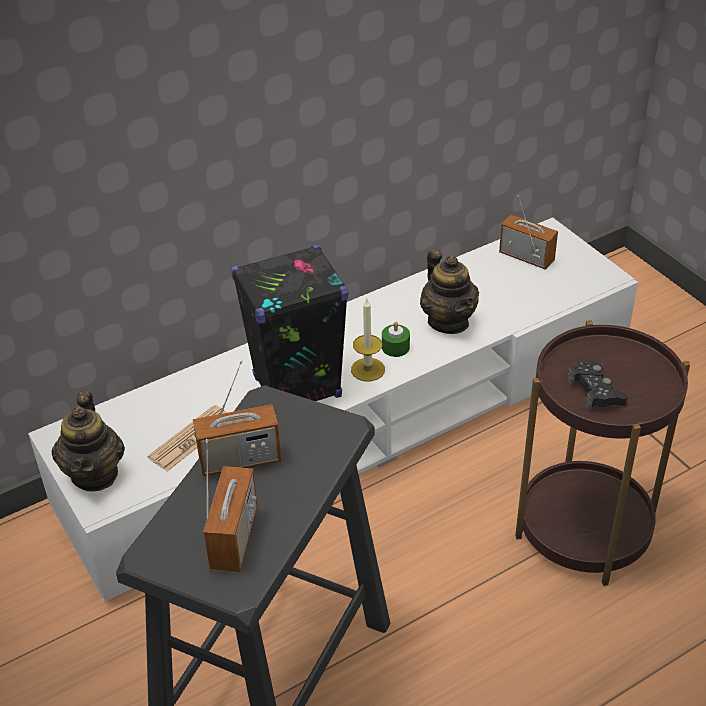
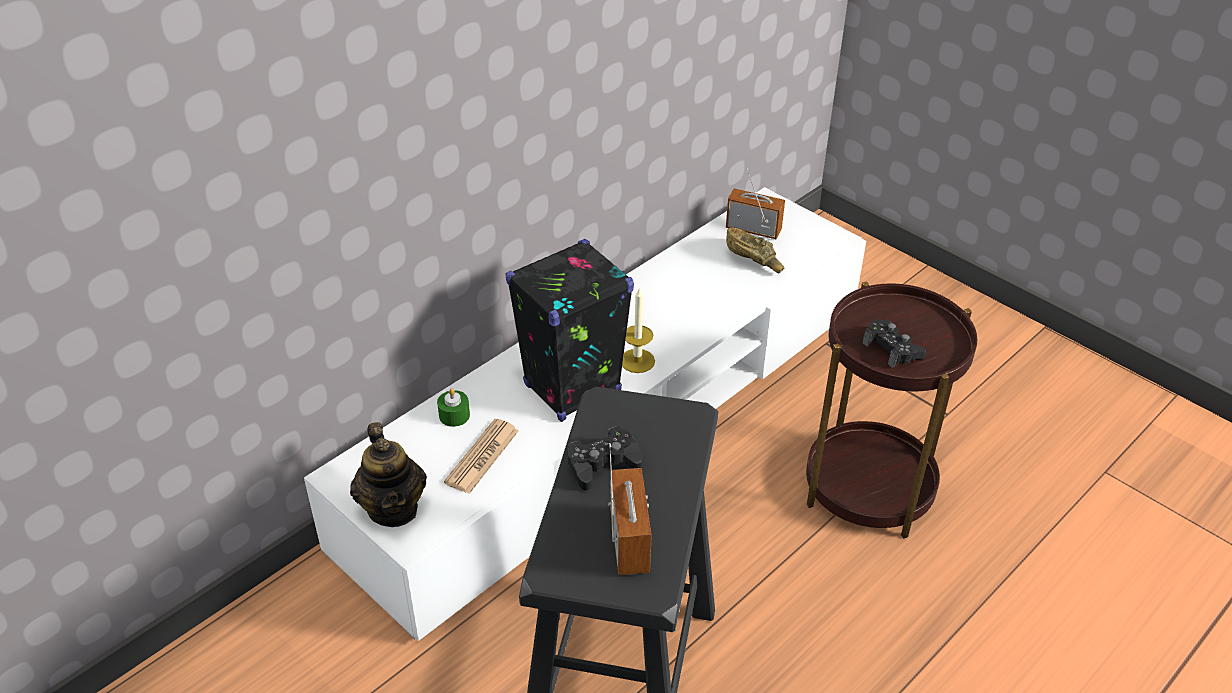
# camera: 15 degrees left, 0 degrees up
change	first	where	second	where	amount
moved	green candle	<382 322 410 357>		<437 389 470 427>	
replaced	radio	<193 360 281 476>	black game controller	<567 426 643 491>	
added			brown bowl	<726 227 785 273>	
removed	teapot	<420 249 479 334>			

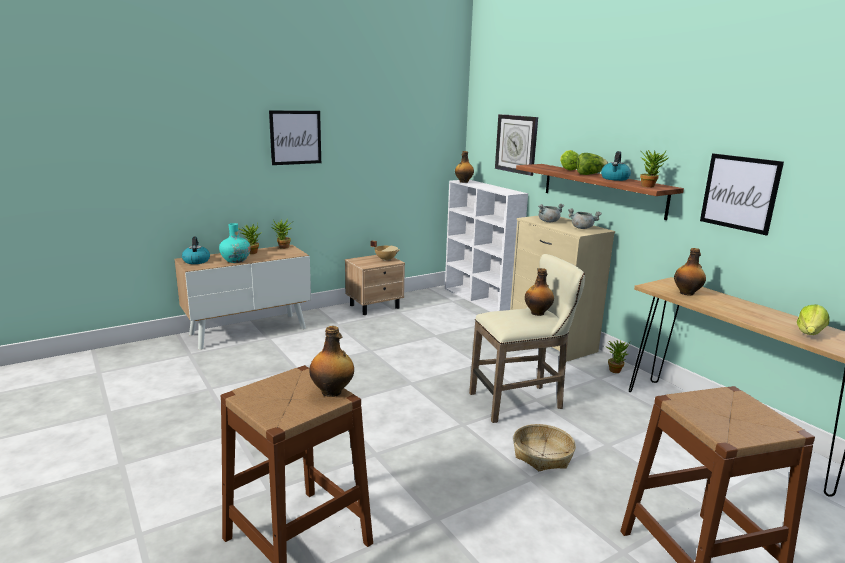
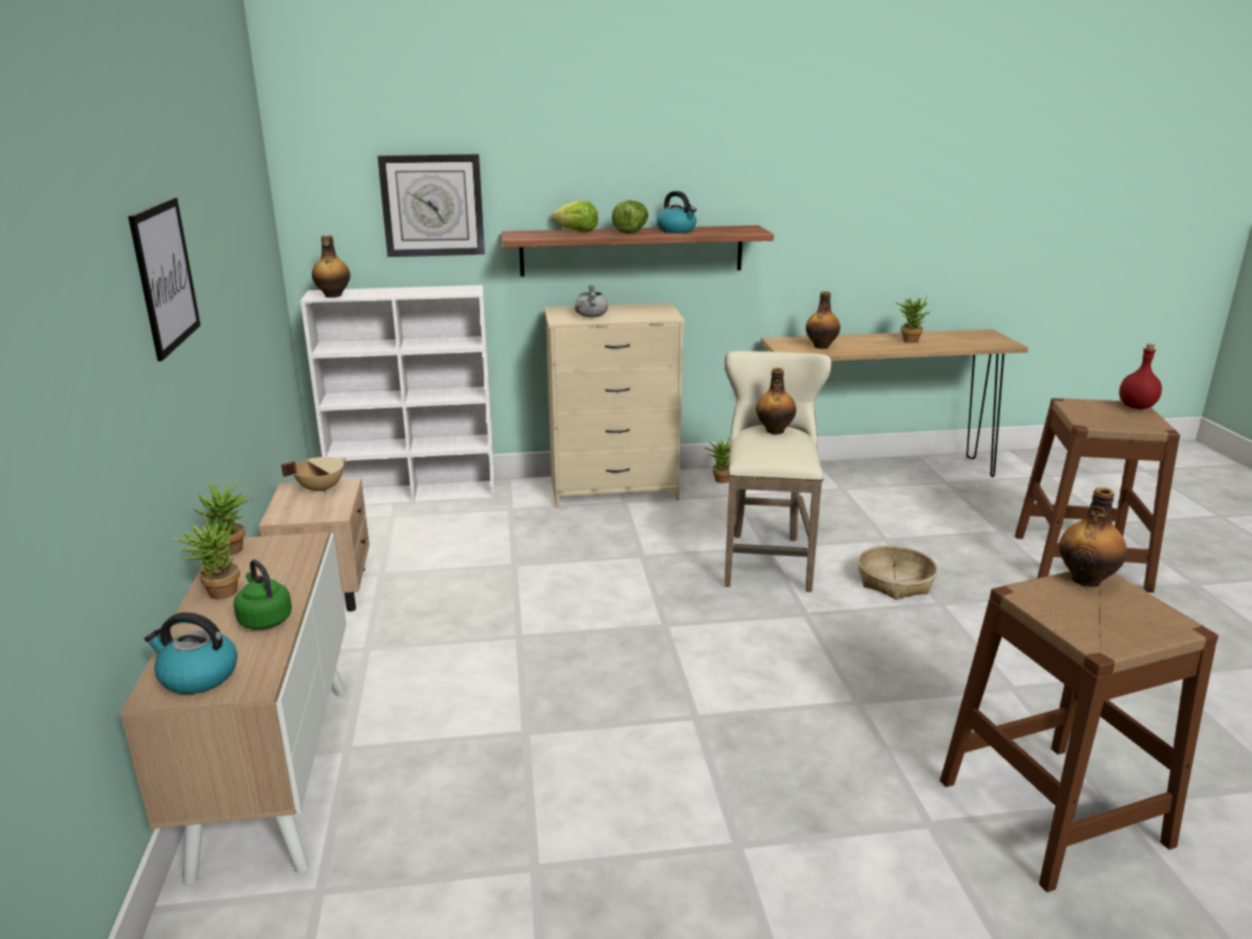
# camera: 65 degrees left, 5 degrees up
change	first	where	second	where	amount
replaced	turquoise vase	<219 223 251 263>	green kettle	<233 559 292 630>	
moved	potted plant	<640 150 668 187>		<895 296 931 343>	
added			red bottle	<1119 344 1162 409>	
removed	grey cooking pot	<568 208 602 229>			
removed	picture	<700 154 784 236>			
removed	lettuce	<797 304 829 335>			

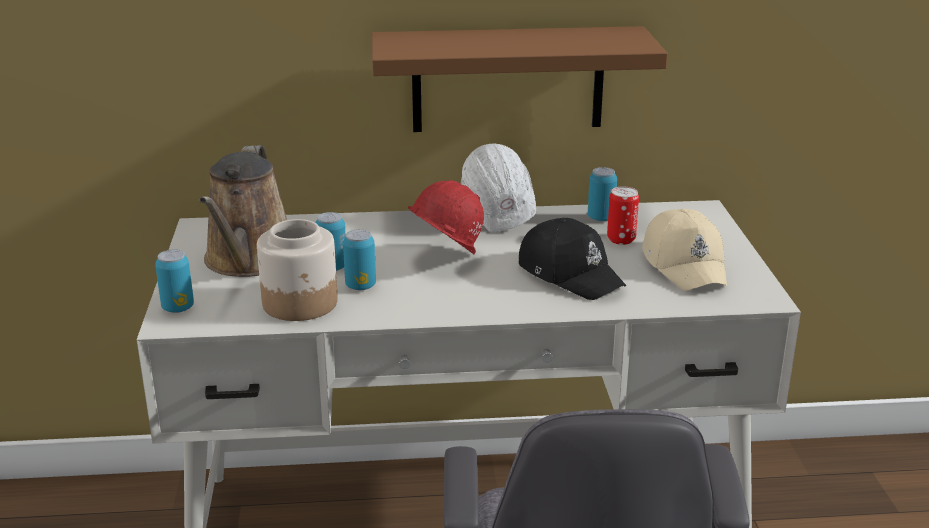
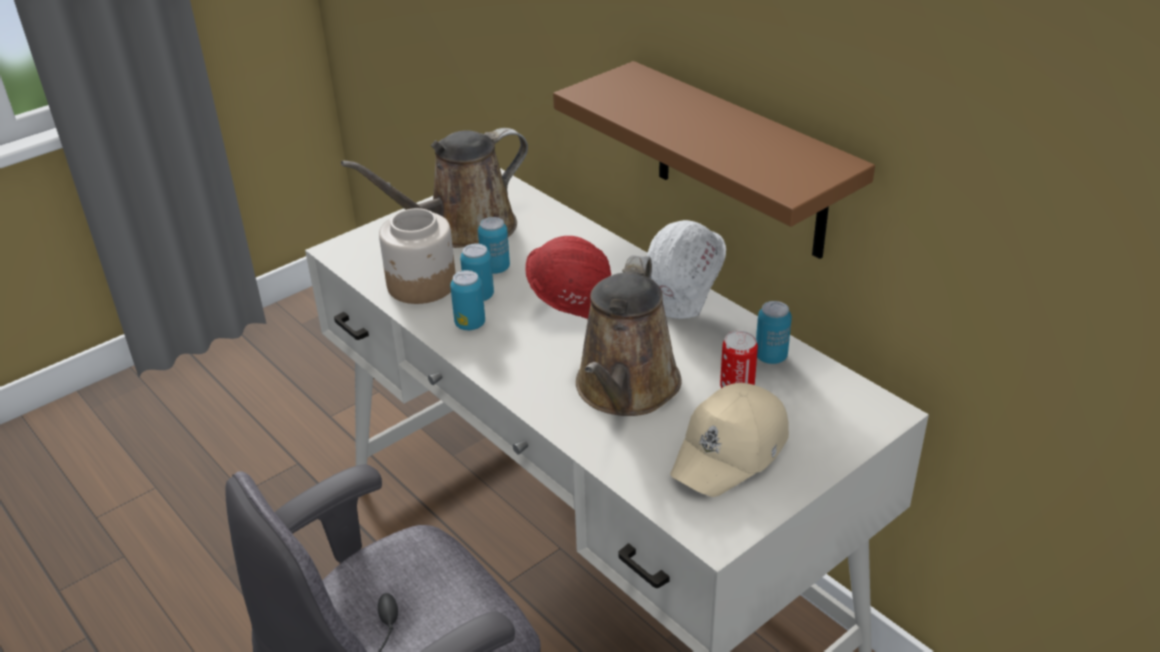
# camera: 55 degrees right, 10 degrees up
change	first	where	second	where	amount
moved	can	<155 249 194 313>		<450 270 485 330>	
replaced	black cap	<519 218 627 300>	brown watering can	<576 255 682 416>	

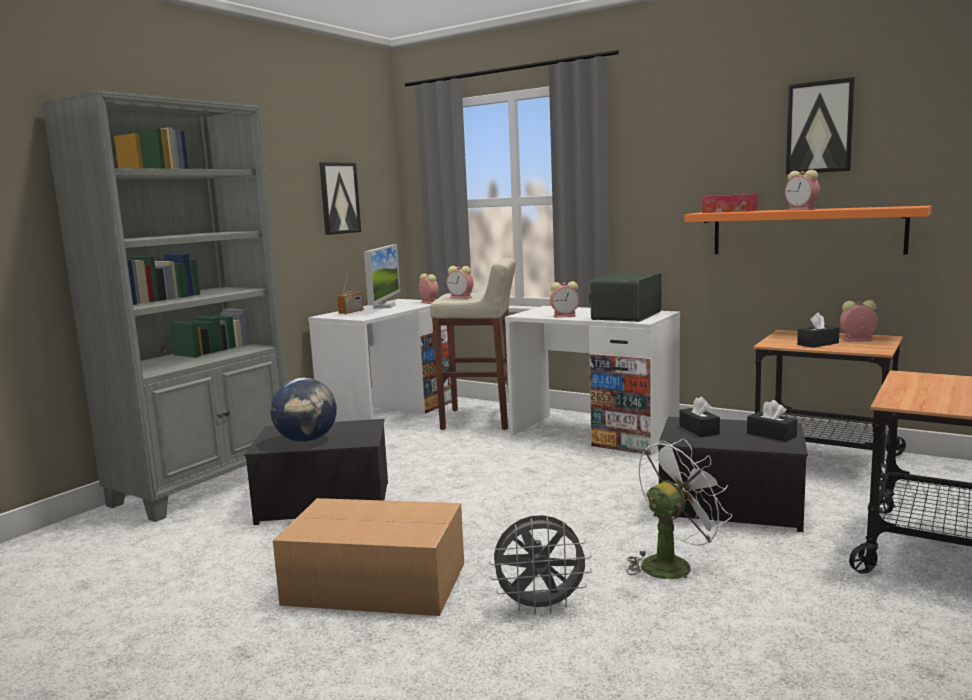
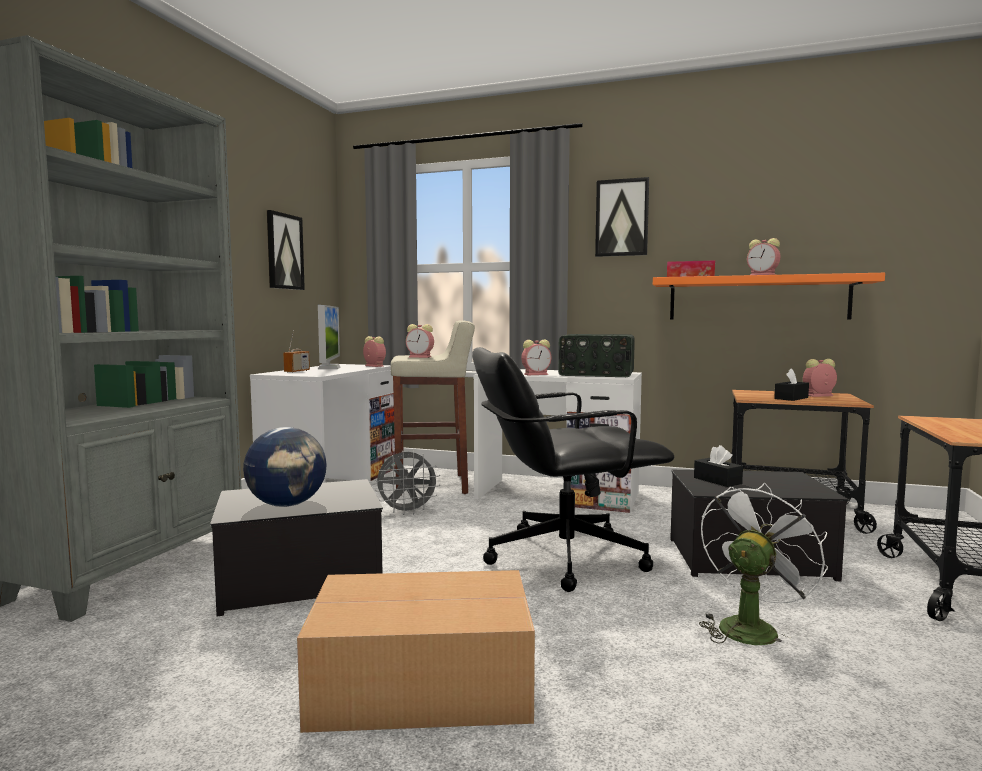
# camera: 15 degrees left, 5 degrees down
change	first	where	second	where	amount
moved	grey fan	<489 515 592 615>		<375 450 440 515>	
added			black office chair	<472 347 674 592>	
turned	radio	<589 273 661 322>		<558 334 635 377>	90 degrees counterclockwise
moved	picture	<786 77 855 174>		<595 177 649 257>	
removed	black tissue box	<747 400 797 442>			

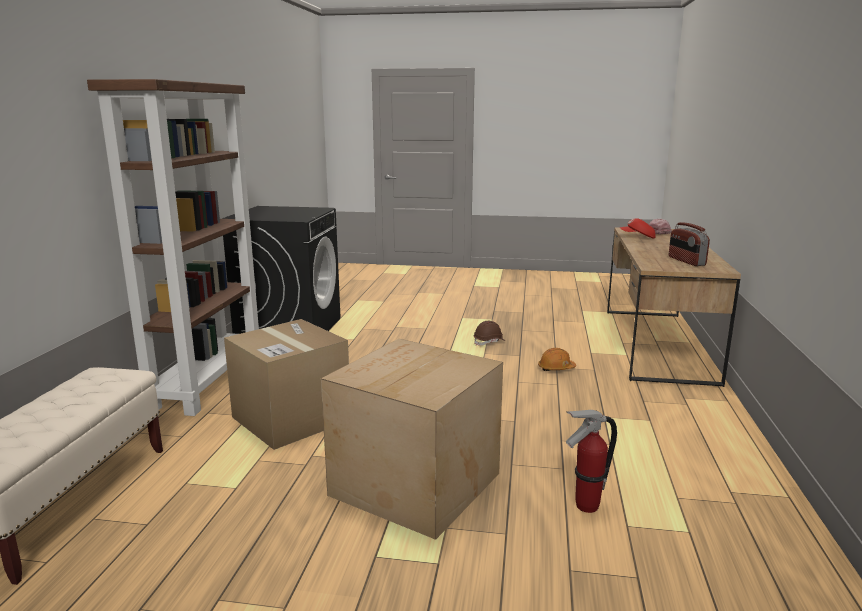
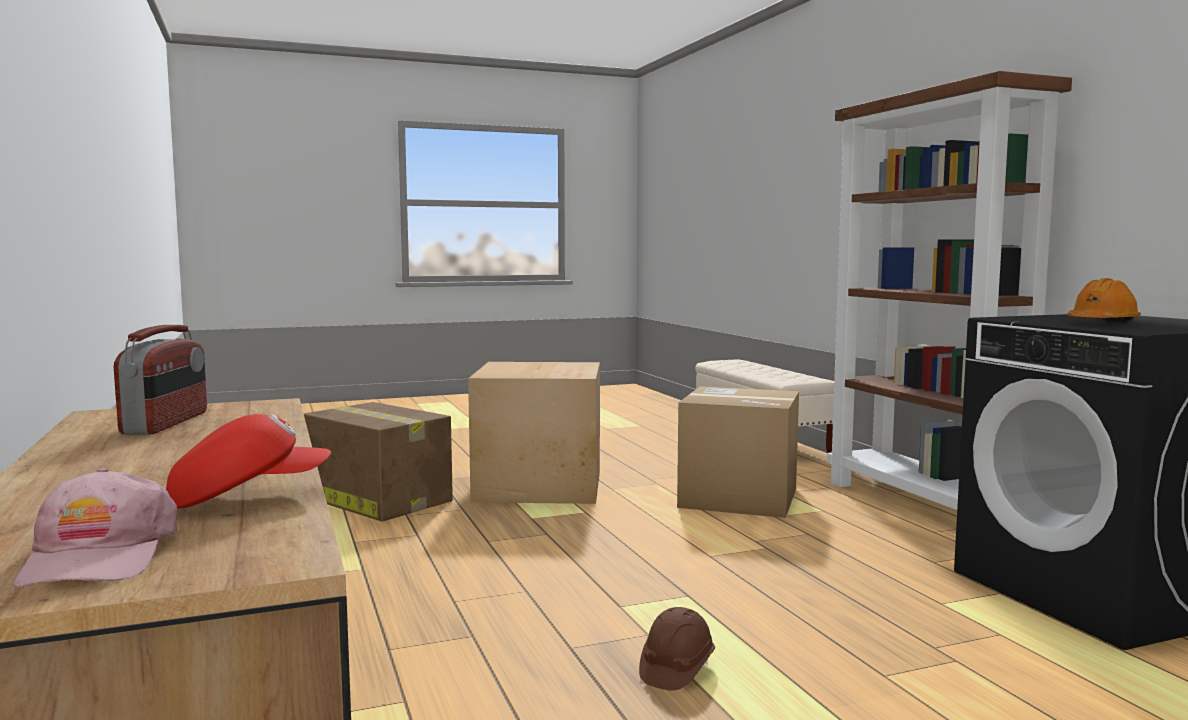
# camera: 150 degrees right, 10 degrees down
change	first	where	second	where	amount
turned	radio	<669 222 710 266>		<114 325 207 435>	45 degrees clockwise
replaced	fire extinguisher	<566 410 617 513>	cardboard box	<303 402 453 522>	
moved	orange hard hat	<538 348 576 371>		<1067 278 1141 323>	

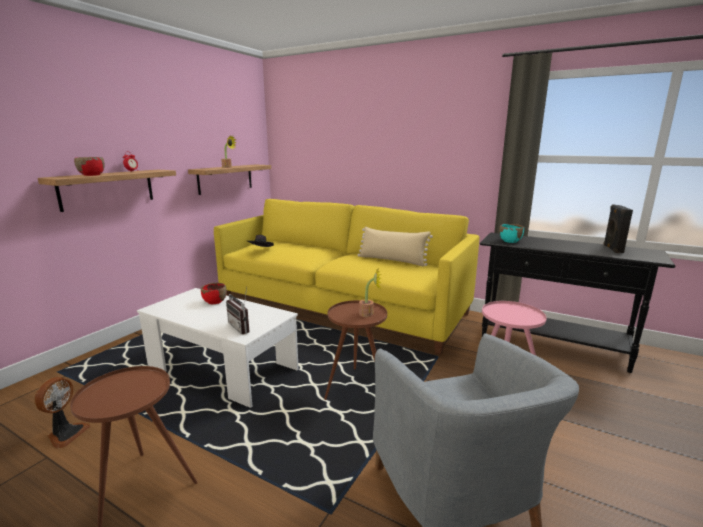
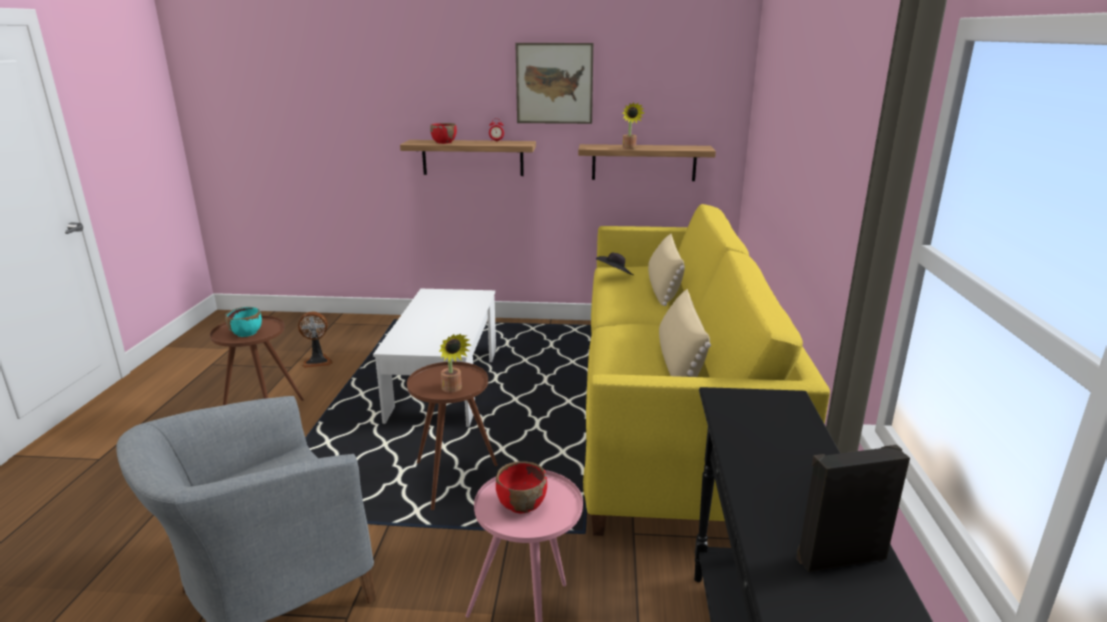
# camera: 65 degrees right, 5 degrees up
change	first	where	second	where	amount
moved	turquoise bowl	<499 224 524 243>		<225 307 262 337>	
moved	red bowl	<201 282 227 304>		<496 462 547 513>	
added			picture	<515 43 593 124>	
added			beige pillow	<648 234 685 306>	
removed	radio	<226 287 249 334>			

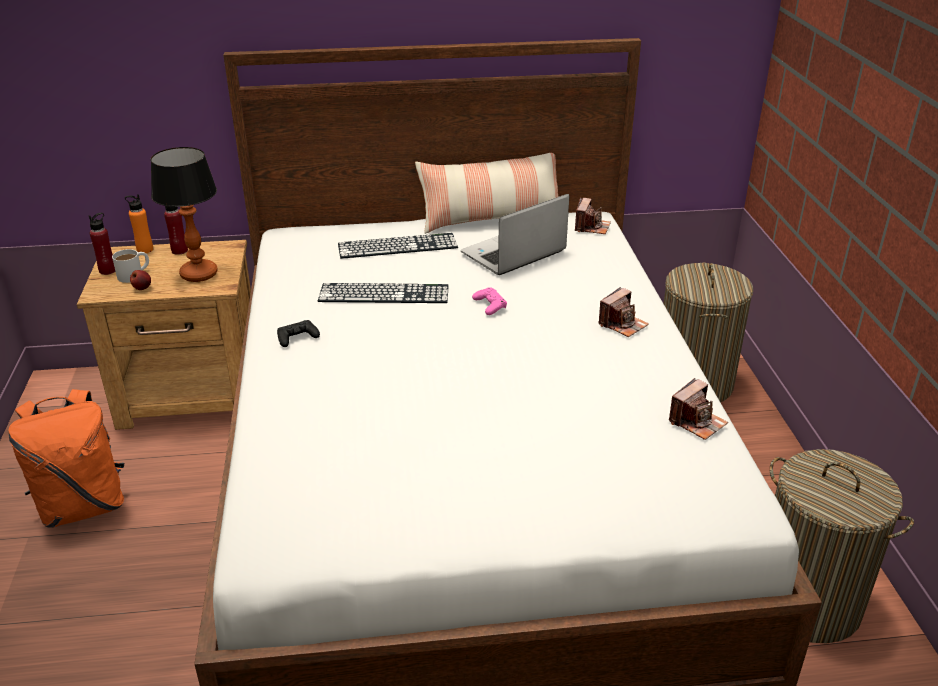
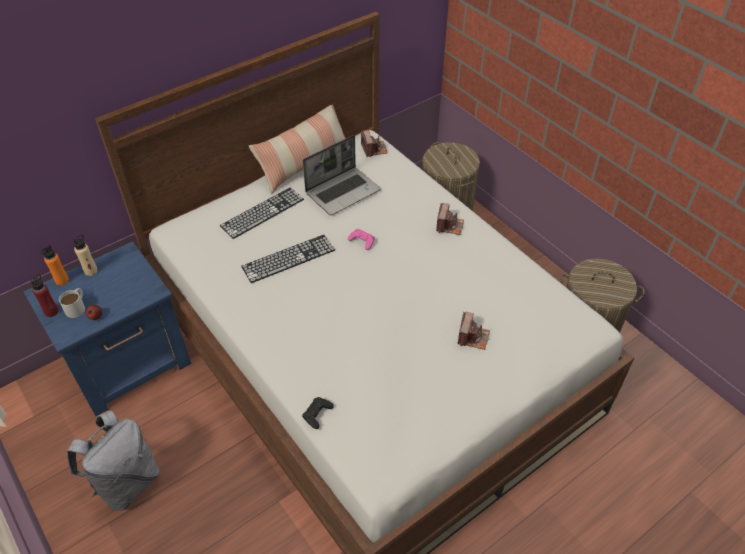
# camera: 30 degrees left, 15 degrees up
change	first	where	second	where	amount
recoloured	brown nightstand	<77 240 251 430>	blue nightstand	<23 241 191 416>	
recoloured	orange backpack	<8 389 124 528>	grey backpack	<67 410 160 511>	
recoloured	red bottle	<164 206 188 255>	beige bottle	<73 234 98 276>	
moved	black game controller	<277 320 320 347>		<302 397 334 429>	
turned	laptop	<461 194 569 275>		<303 135 381 215>	150 degrees counterclockwise
moved	photo camera	<669 378 728 440>		<458 312 490 350>	
removed	table lamp	<151 147 218 282>			

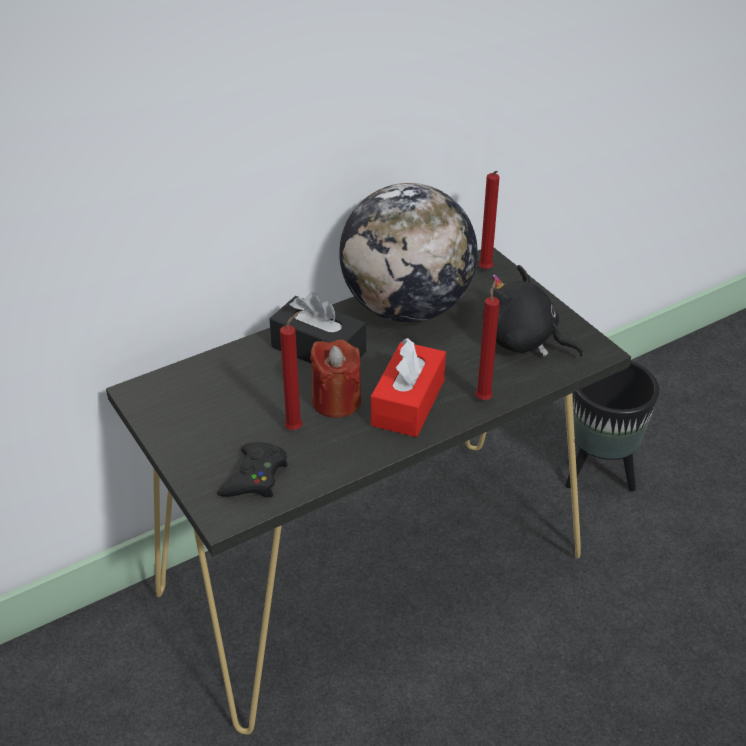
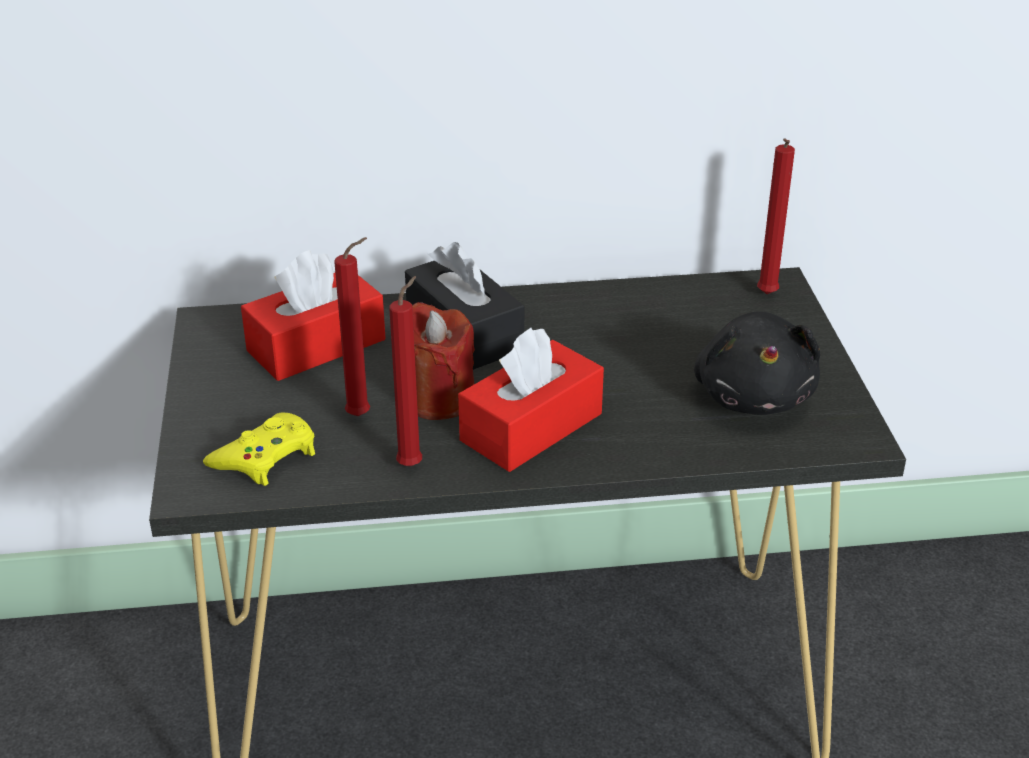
# camera: 25 degrees right, 5 degrees down
change	first	where	second	where	amount
recoloured	black game controller	<217 442 288 497>	yellow game controller	<203 412 315 486>	
added			red tissue box	<241 250 386 381>	
moved	red candle	<476 280 500 400>		<389 276 422 467>	
turned	black plush toy	<483 265 584 357>		<694 311 820 415>	150 degrees counterclockwise
removed	globe	<339 183 478 323>			
removed	black planter	<565 361 659 492>			

